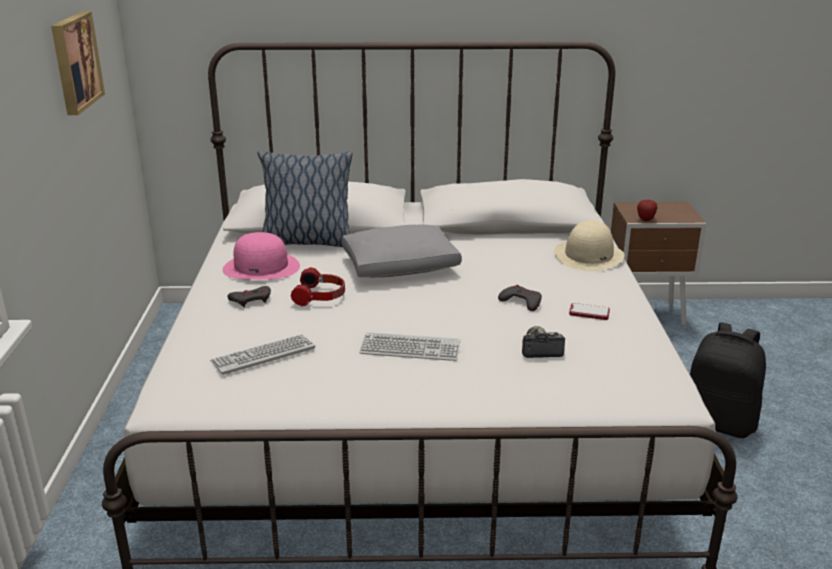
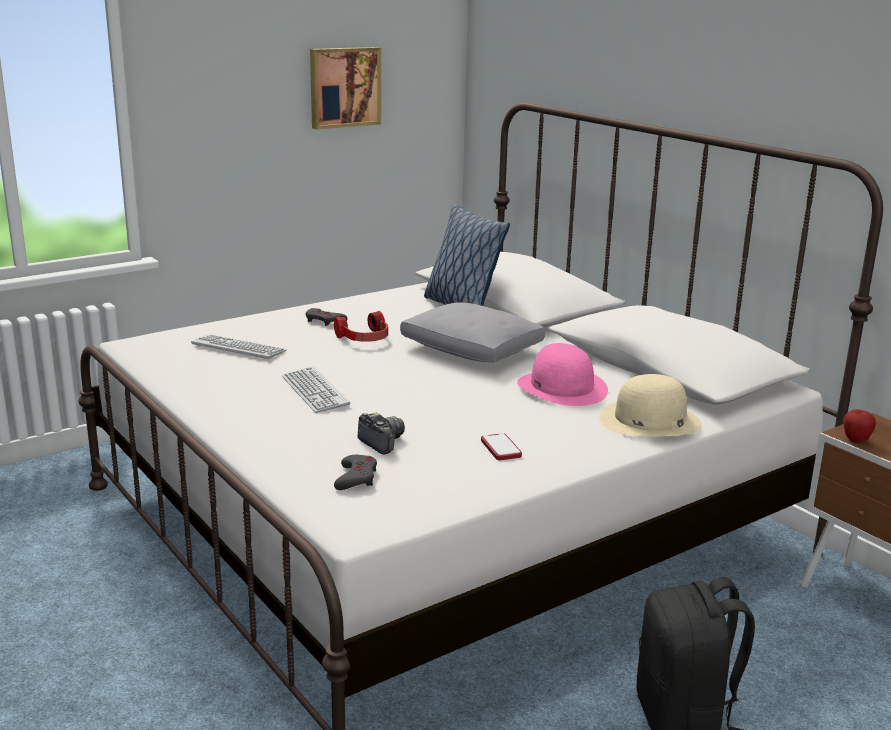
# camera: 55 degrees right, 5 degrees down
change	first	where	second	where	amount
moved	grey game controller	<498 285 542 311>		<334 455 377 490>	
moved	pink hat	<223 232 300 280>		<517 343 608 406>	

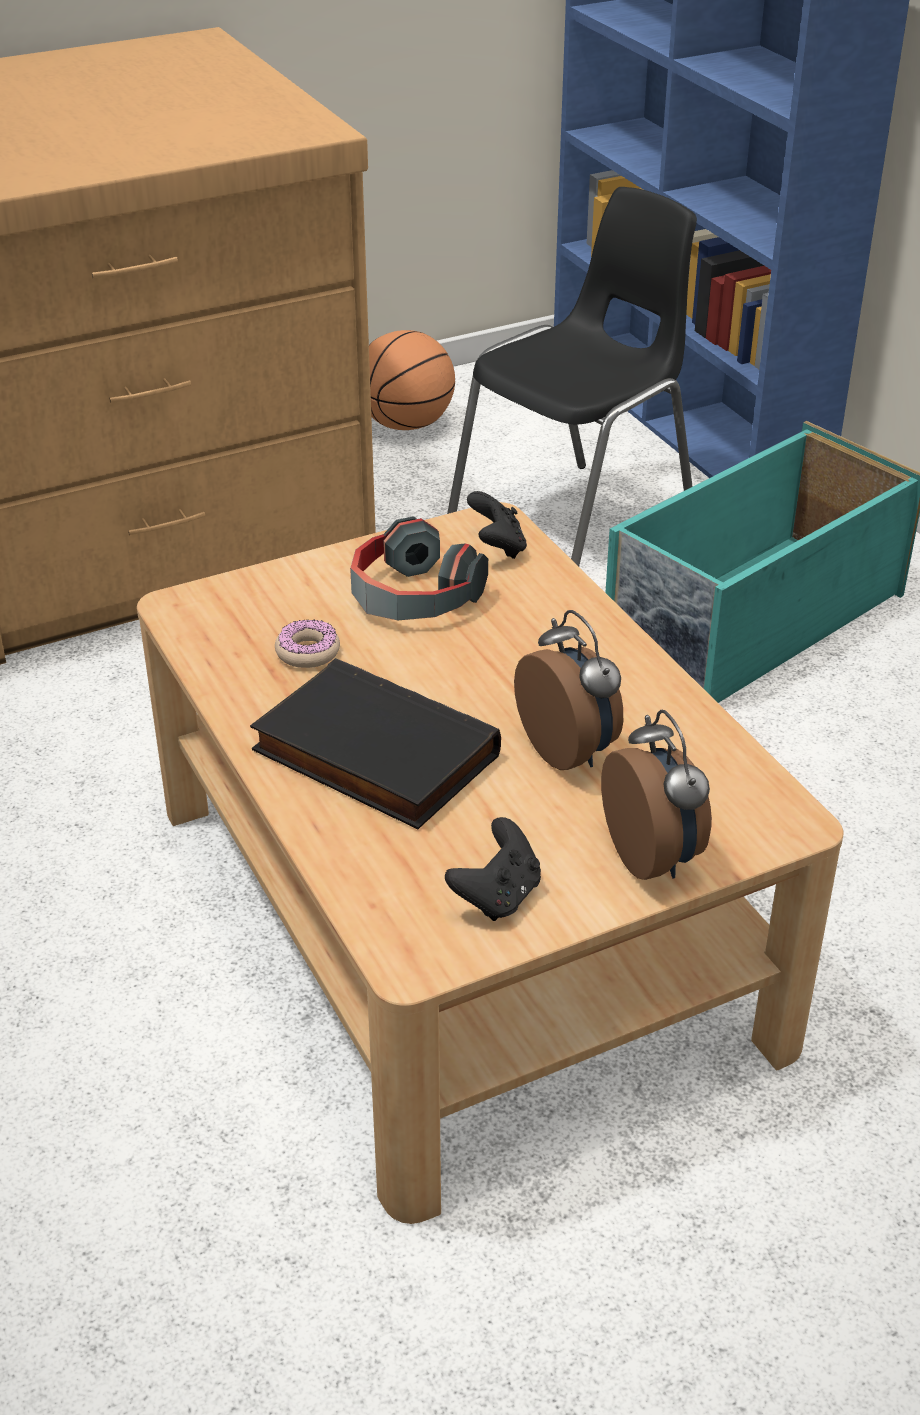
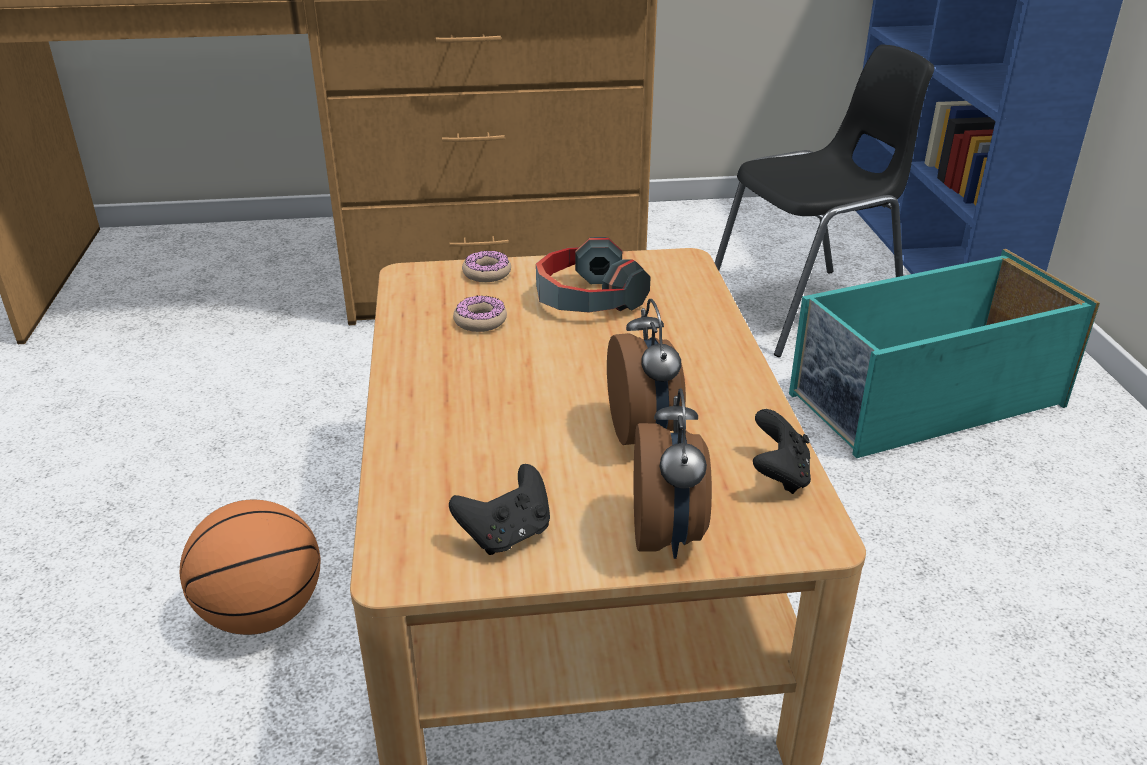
# camera: 20 degrees right, 5 degrees down
change	first	where	second	where	amount
moved	basketball	<369 330 455 430>		<180 500 321 635>	
added			donut	<462 250 511 282>	
moved	black game controller	<467 491 527 559>		<753 409 811 494>	
removed	black book	<250 658 501 829>			

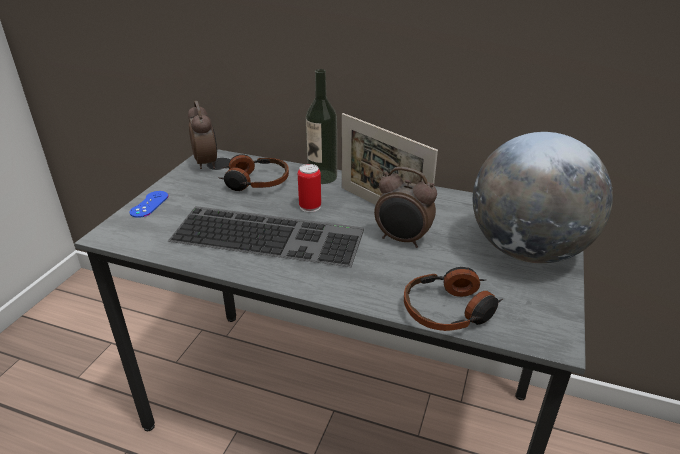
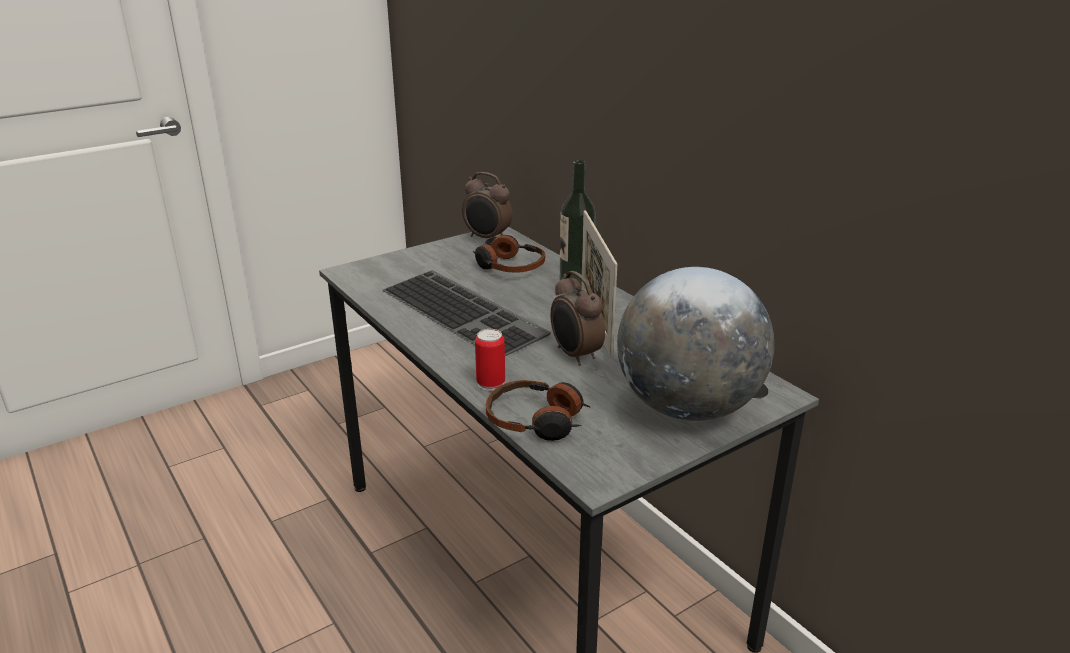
# camera: 35 degrees right, 5 degrees down
change	first	where	second	where	amount
turned	alarm clock	<188 101 217 169>		<462 172 512 239>	105 degrees clockwise
moved	can	<298 164 321 213>		<475 329 505 391>	
removed	blue game controller	<129 191 168 218>			

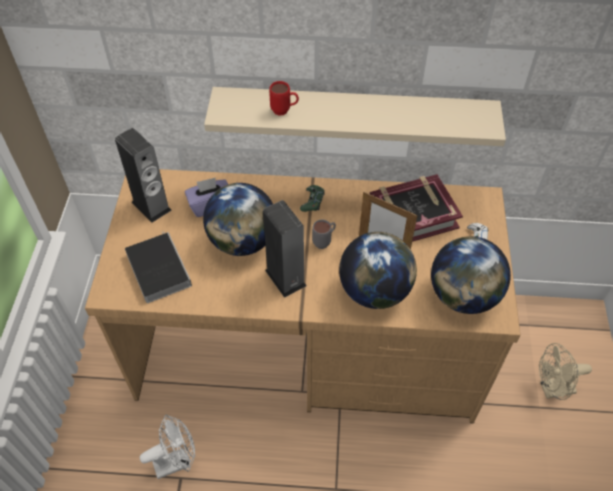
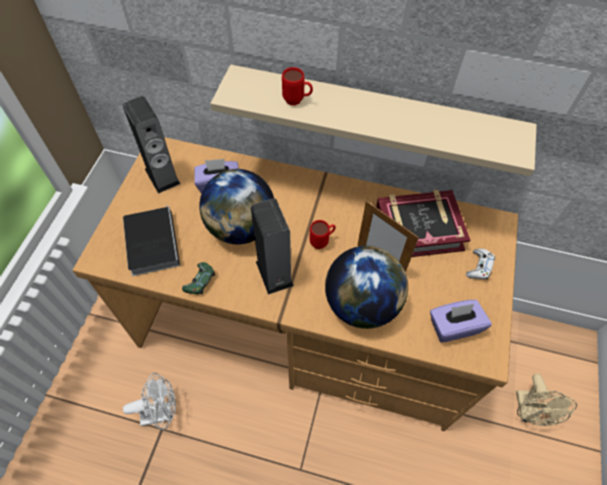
# camera: 10 degrees right, 5 degrees up
change	first	where	second	where	amount
moved	green game controller	<300 185 325 212>		<182 262 215 294>	
recoloured	grey mug	<312 220 336 249>	red mug	<309 220 336 249>	
replaced	globe	<431 236 511 314>	purple tissue box	<430 300 492 343>	
turned	beige fan	<539 343 592 400>		<516 374 577 426>	90 degrees counterclockwise

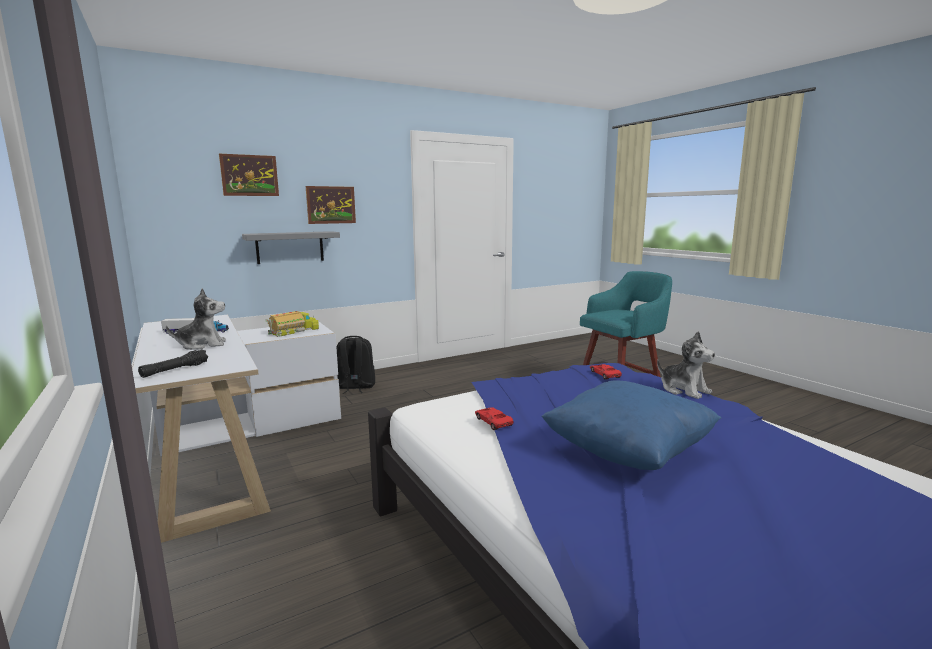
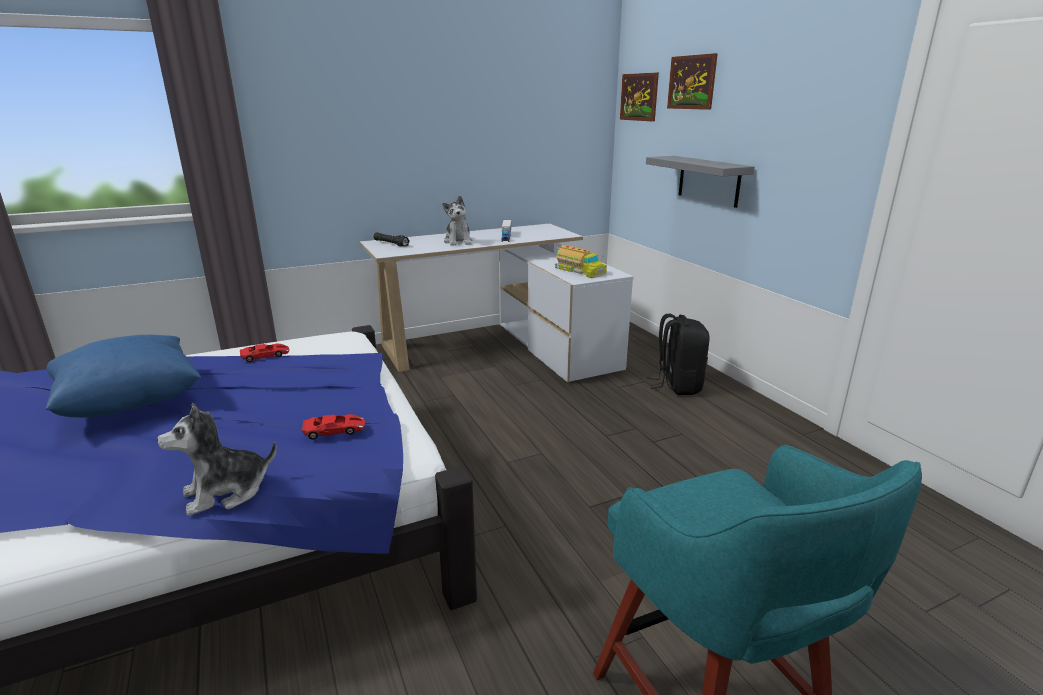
# camera: 95 degrees right, 10 degrees up
change	first	where	second	where	amount
moved	picture	<306 186 356 224>		<620 72 659 122>	

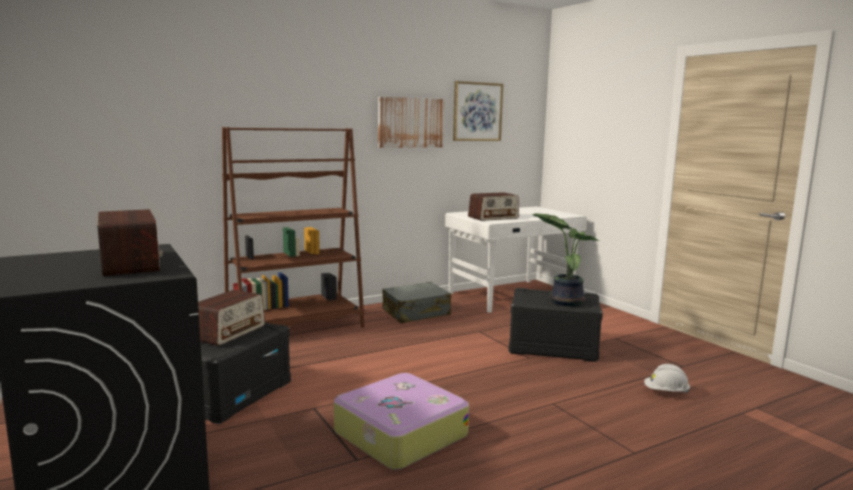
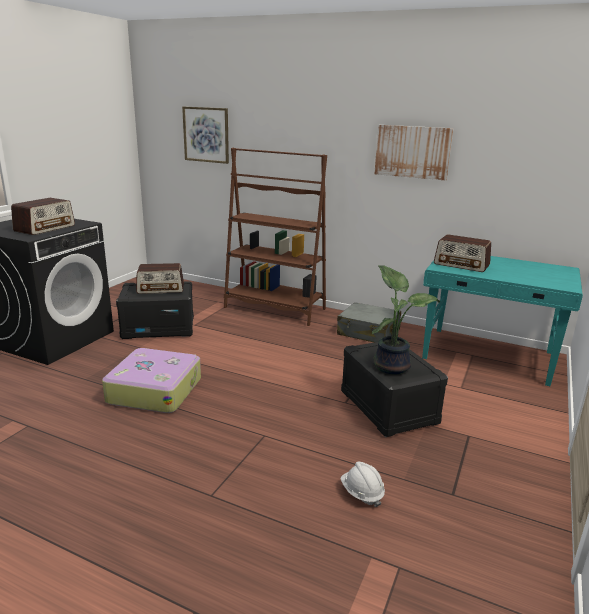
# camera: 55 degrees right, 10 degrees up
change	first	where	second	where	amount
moved	picture	<453 81 503 141>		<182 107 229 164>	
recoloured	white desk	<445 206 587 313>	turquoise desk	<422 256 583 386>	

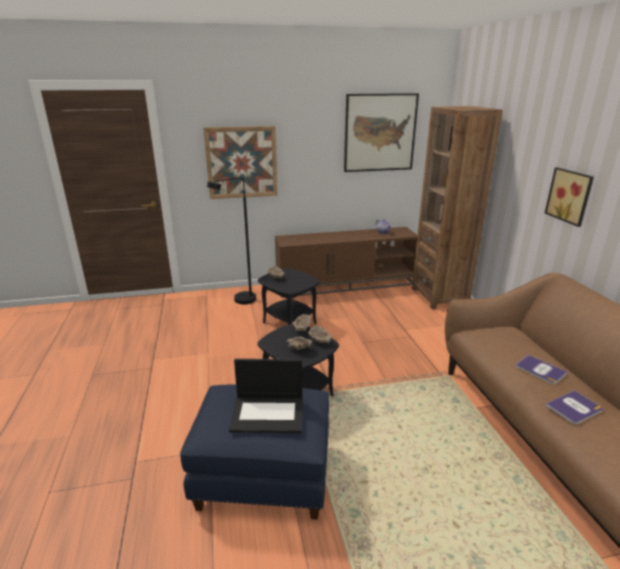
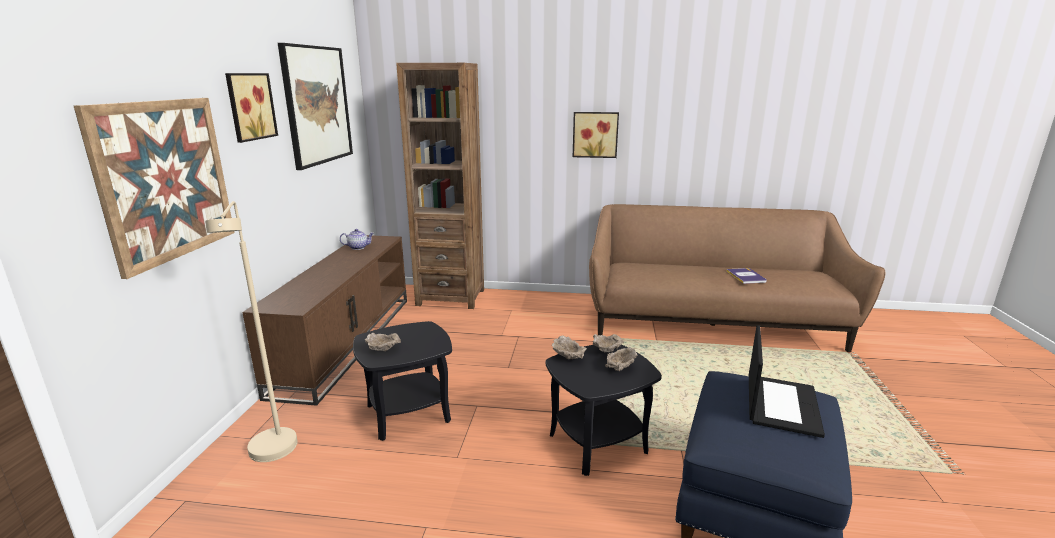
# camera: 70 degrees left, 5 degrees down
change	first	where	second	where	amount
recoloured	black floor lamp	<207 177 256 304>	beige floor lamp	<205 201 298 462>	
added			picture	<225 73 278 143>	
removed	book	<516 355 567 385>			

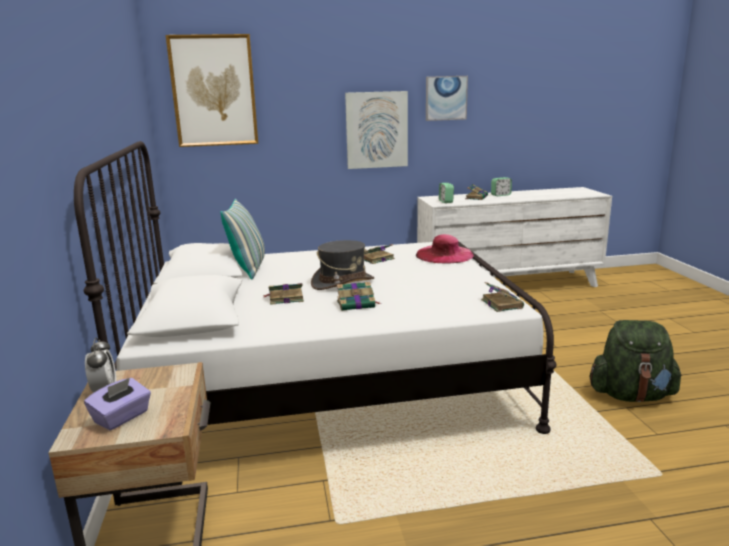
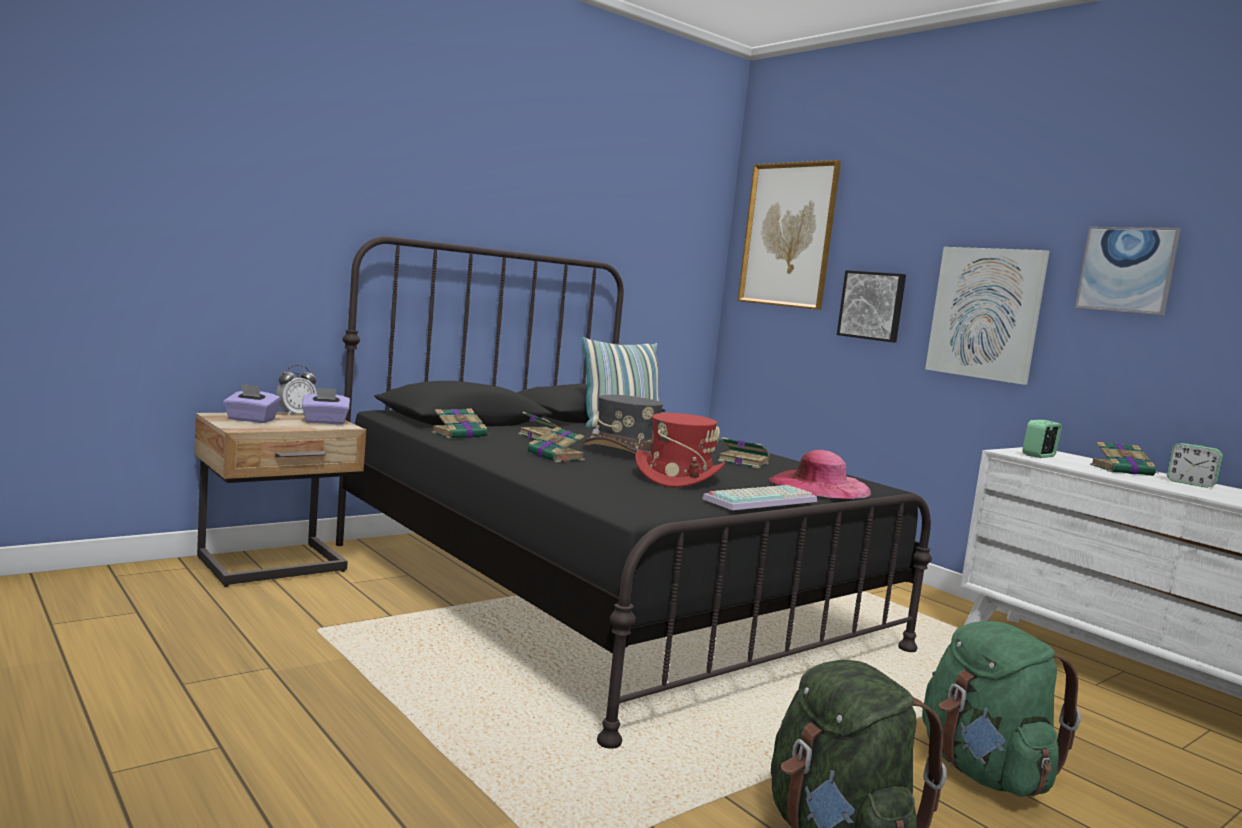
# camera: 60 degrees right, 10 degrees down
change	first	where	second	where	amount
added			purple tissue box	<302 387 350 424>	
recoloured	white bed	<74 141 557 434>	black bed	<336 236 932 749>	
moved	book	<481 282 524 312>		<432 409 490 439>	
added			red hat	<635 413 725 488>	
added			keyboard	<702 485 817 510>	
added			picture	<837 270 906 343>	
added			green backpack	<922 621 1081 797>	

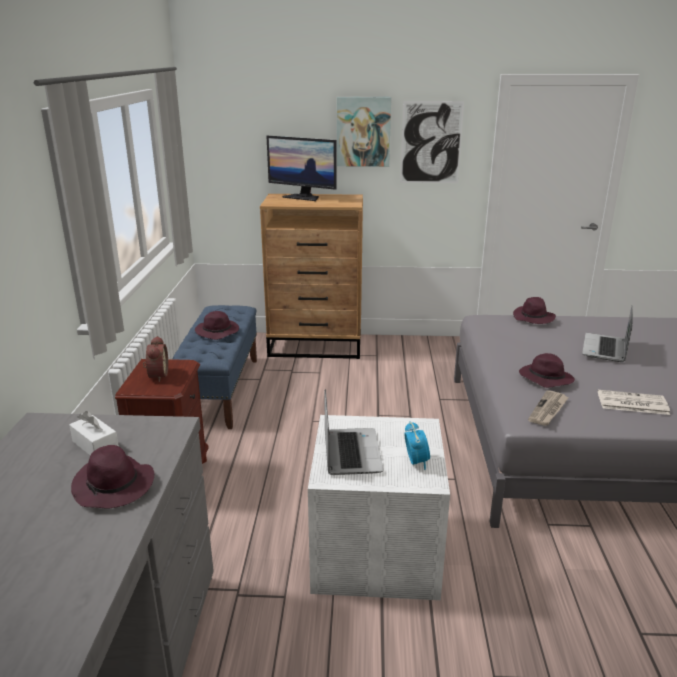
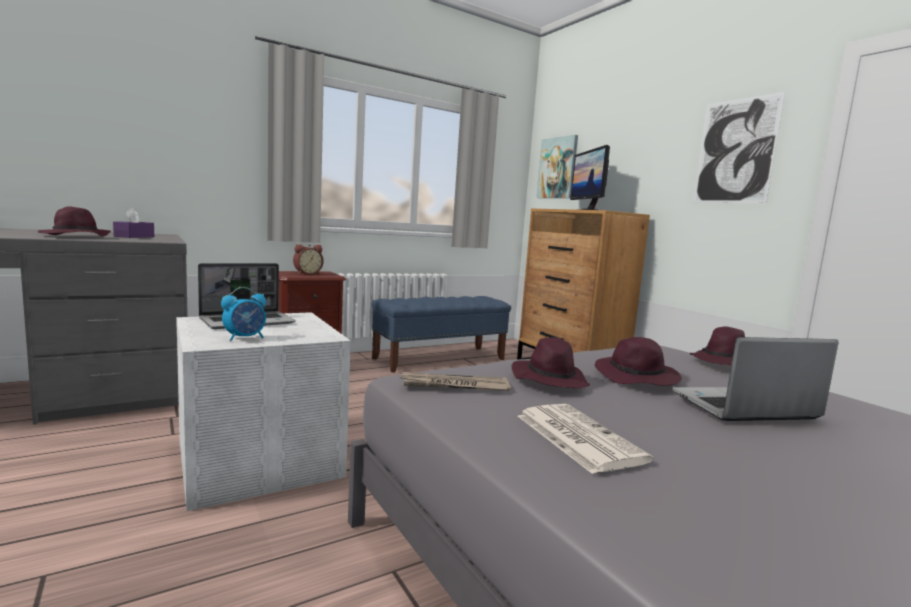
# camera: 55 degrees right, 15 degrees down
change	first	where	second	where	amount
recoloured	white tissue box	<69 411 119 455>	purple tissue box	<113 208 154 238>	
moved	picture	<337 97 391 167>		<536 135 578 198>	
moved	purple hat	<195 311 239 340>		<595 337 682 386>	

